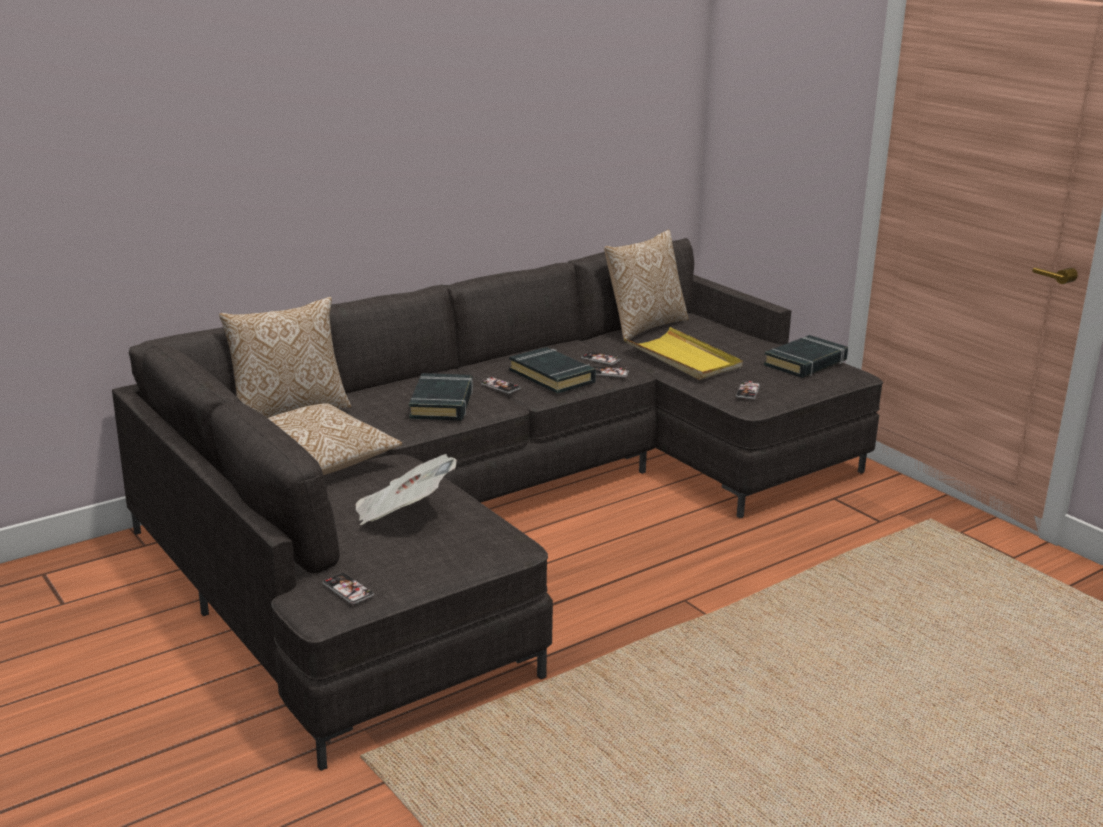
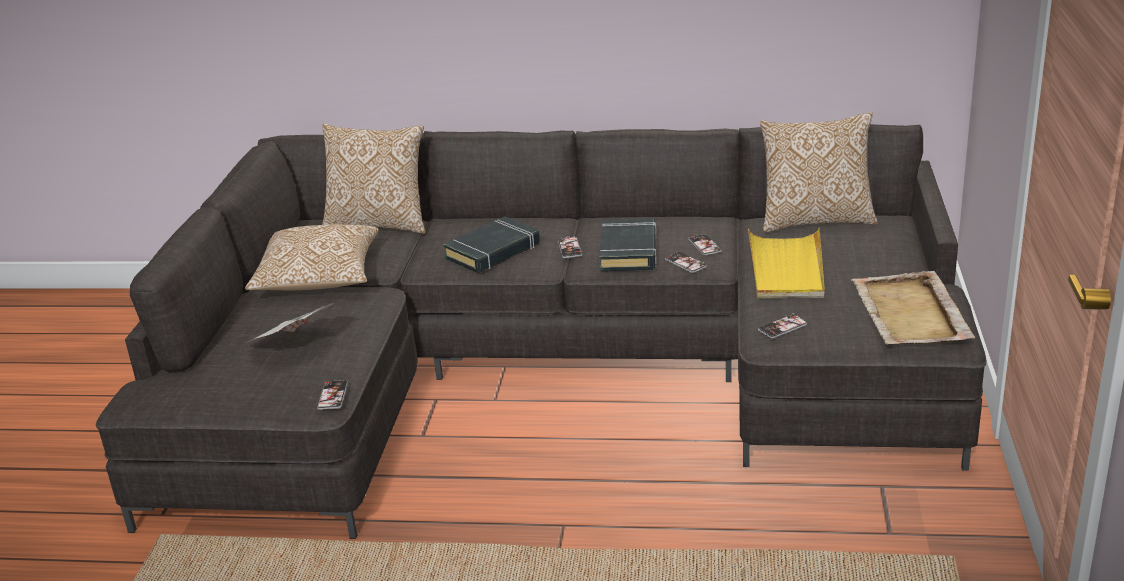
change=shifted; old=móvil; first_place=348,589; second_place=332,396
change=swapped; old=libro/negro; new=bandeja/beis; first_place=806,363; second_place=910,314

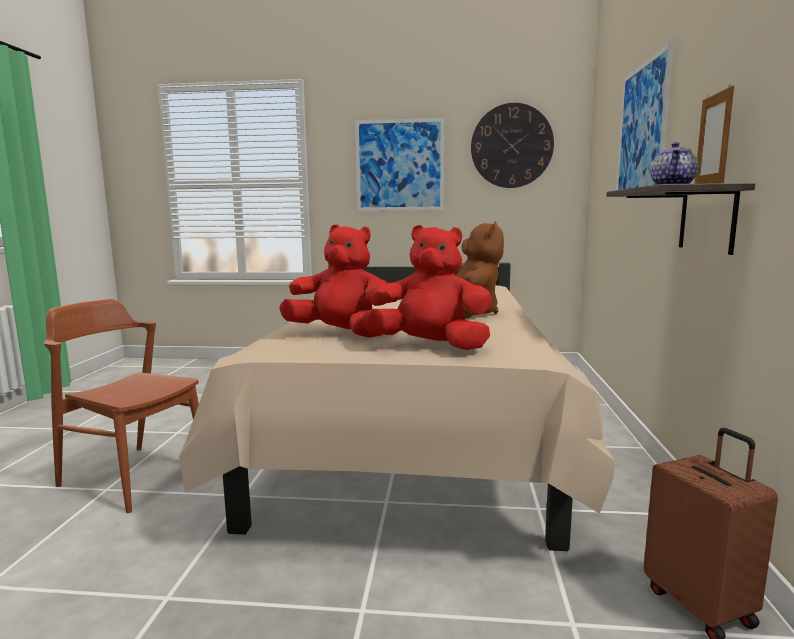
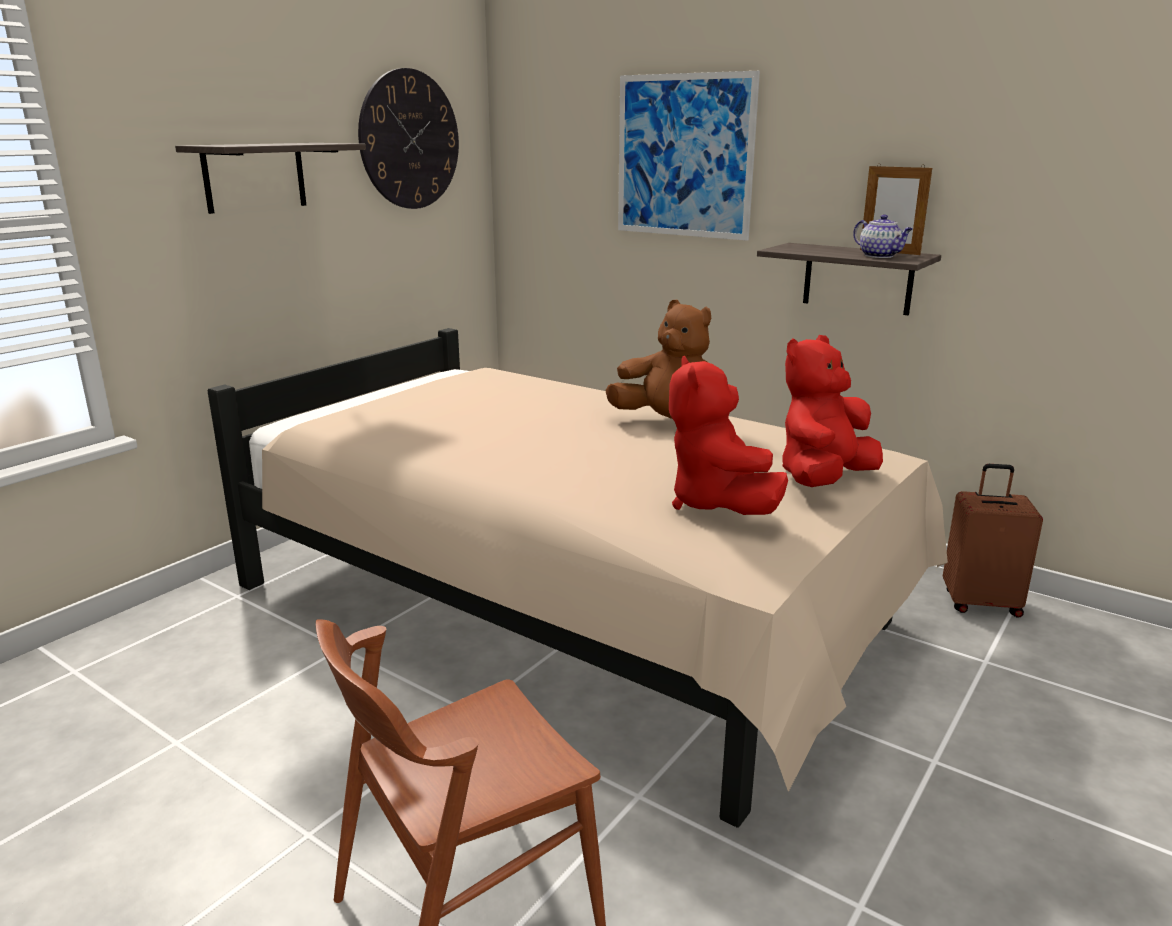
change=swapped; old=cuadro; new=estante; first_place=399,165; second_place=254,177
change=rotated; old=peluche/rojo; first_place=341,334; second_place=717,504; degrees=-60

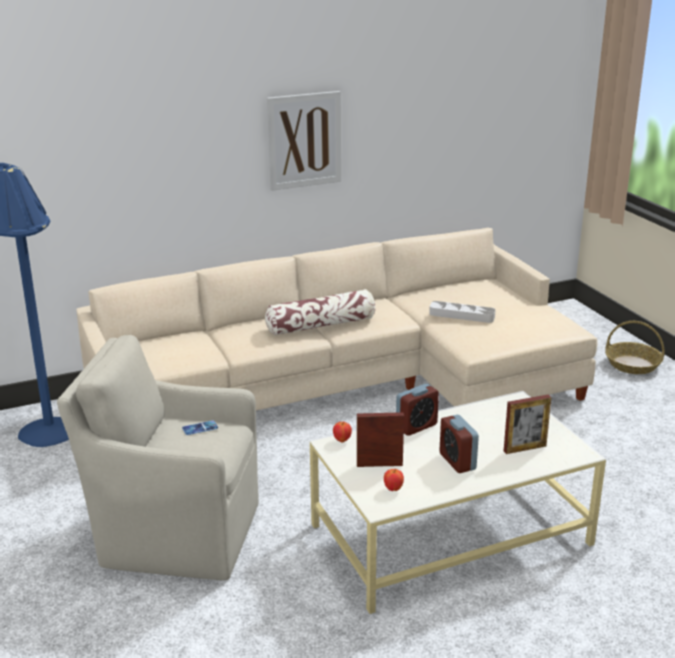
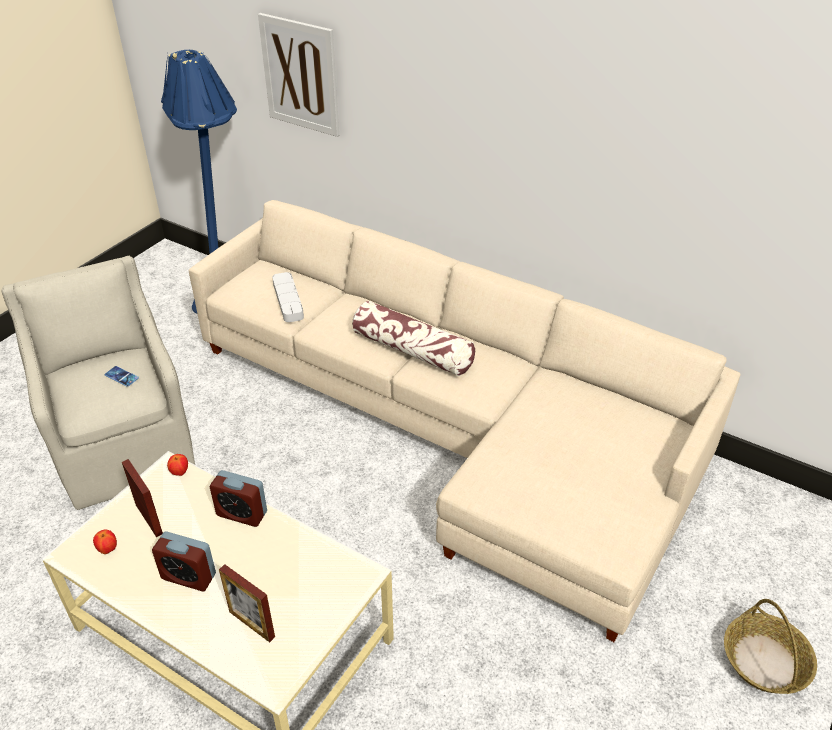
change=shifted; old=cuadro; first_place=304,140; second_place=300,75
change=shifted; old=bandeja/gris; first_place=462,315; second_place=288,300
change=rotated; old=despertador; first_place=457,461; second_place=189,576; degrees=-105

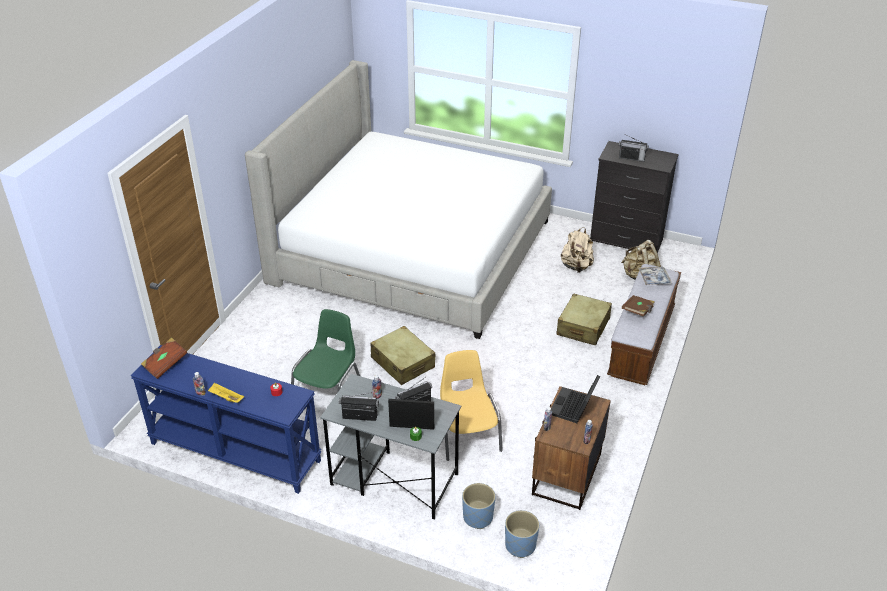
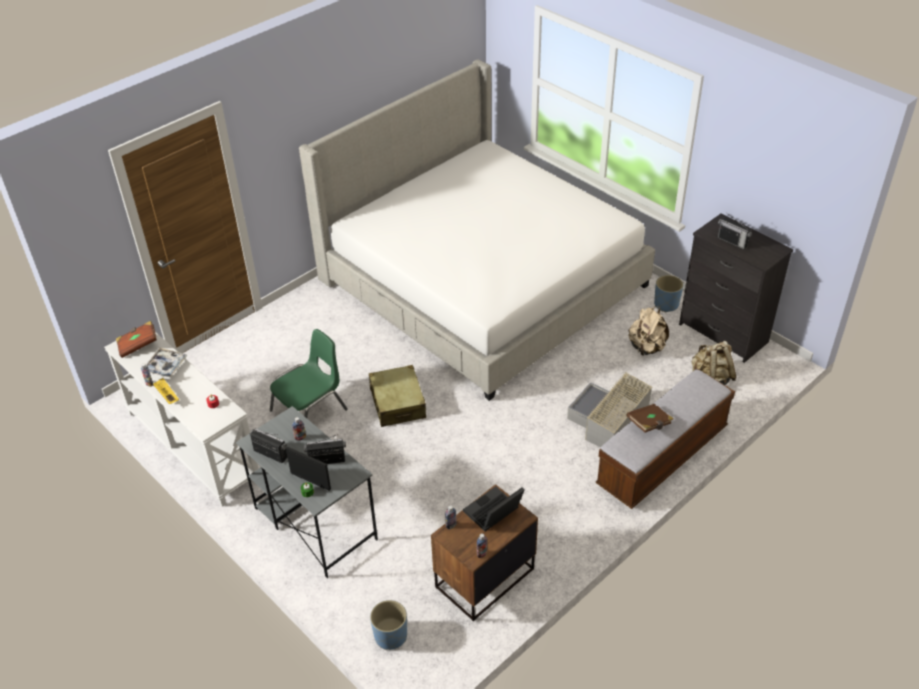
change=gone; old=silla/amarillo; first_place=467,434
change=shifted; old=maceta/azul; first_place=478,517; second_place=666,304
change=shifted; old=bandeja; first_place=654,279; second_place=166,366
change=swapped; old=maleta/beis; new=caja de almacenaje/gris; first_place=583,327; second_place=608,420
change=repainted; old=mesa consola/azul; new=mesa consola/blanco; first_place=234,452; second_place=191,446

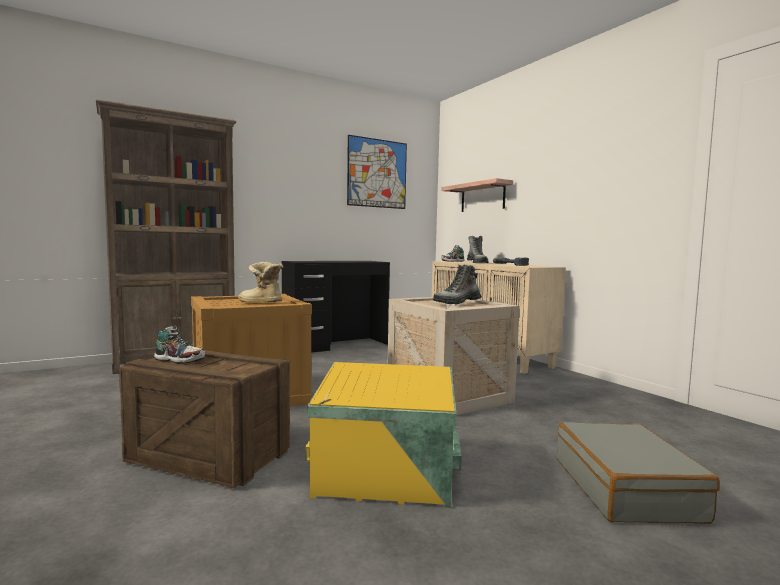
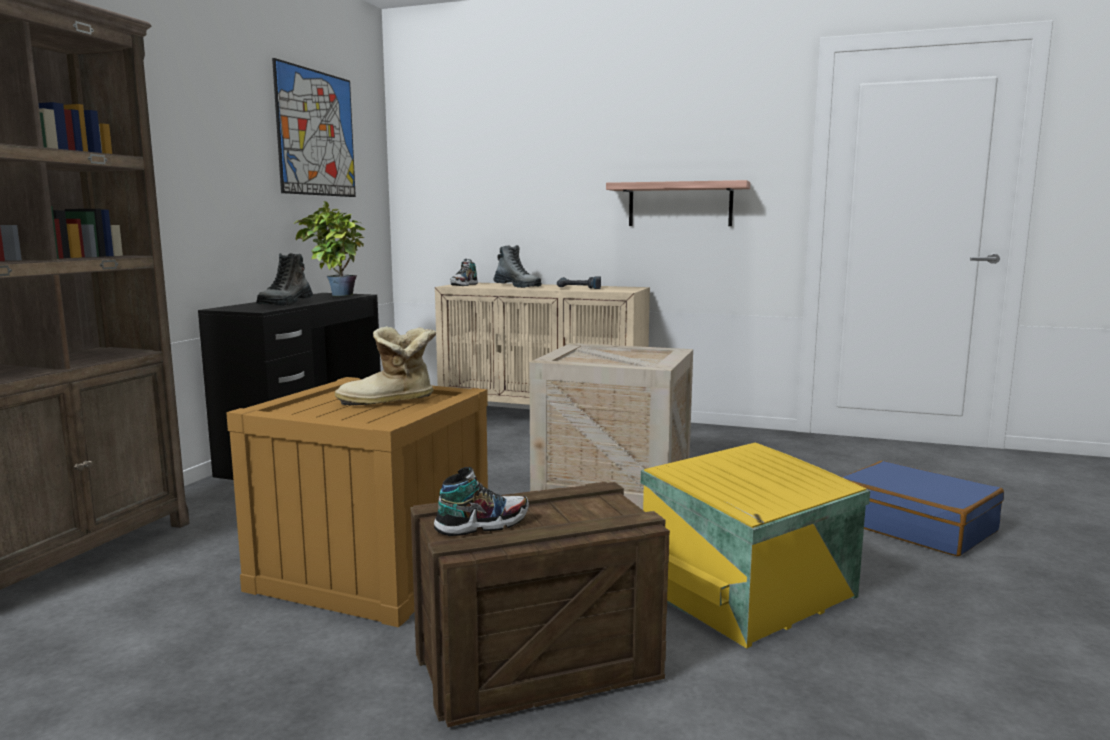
change=new; new=planta en maceta; second_place=336,295
change=shifted; old=bota; first_place=457,302; second_place=286,303
change=shifted; old=estante; first_place=482,197; second_place=680,204
change=repainted; old=maleta/gris; new=maleta/azul; first_place=626,489; second_place=915,526

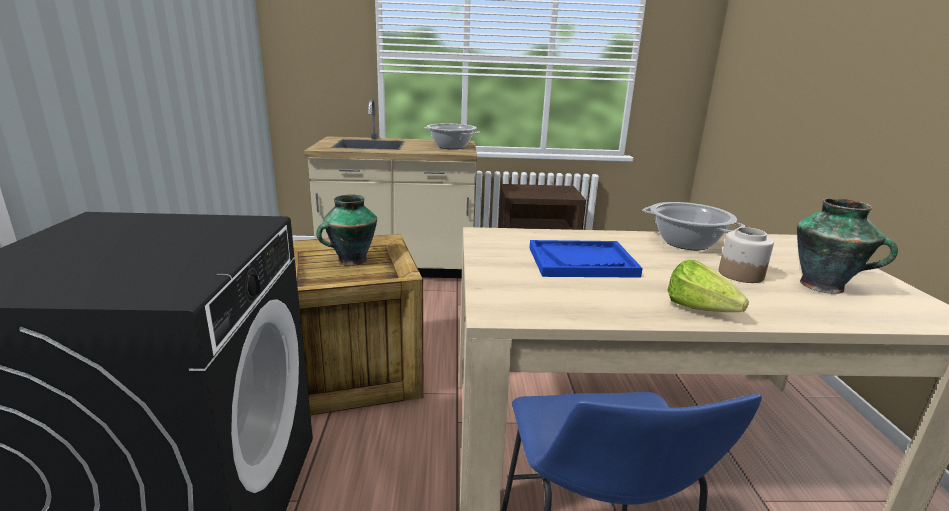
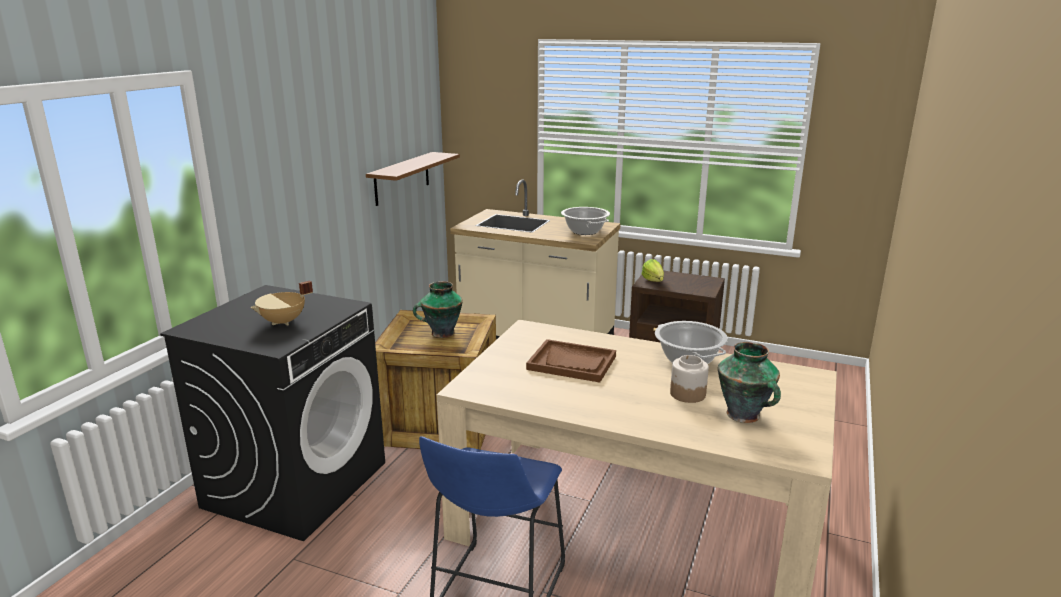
change=new; new=olla/beis; second_place=283,322
change=new; new=estante/marrón; second_place=402,178
change=shifted; old=lechuga; first_place=704,312; second_place=654,282
change=repainted; old=bandeja/azul; new=bandeja/marrón; first_place=582,262; second_place=572,363

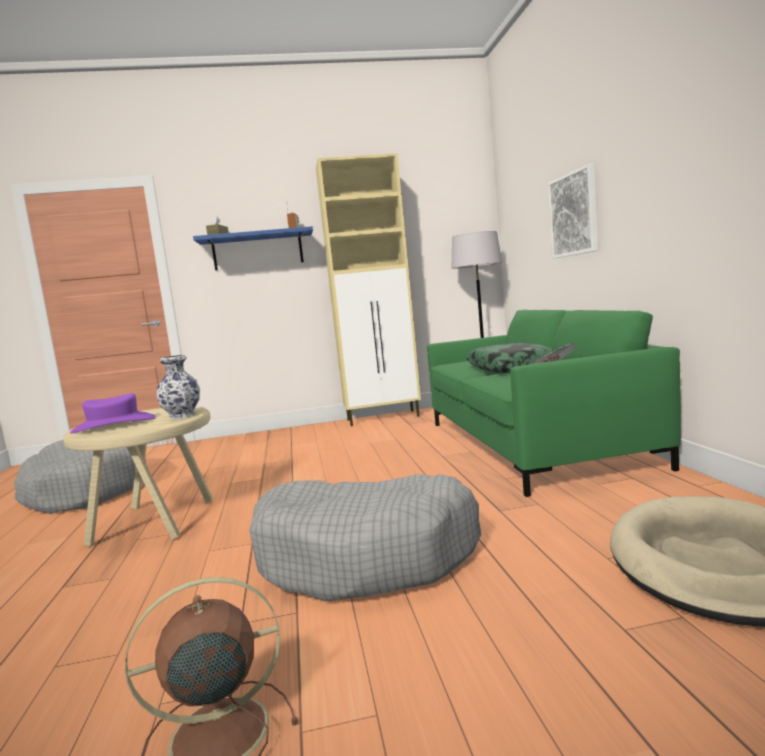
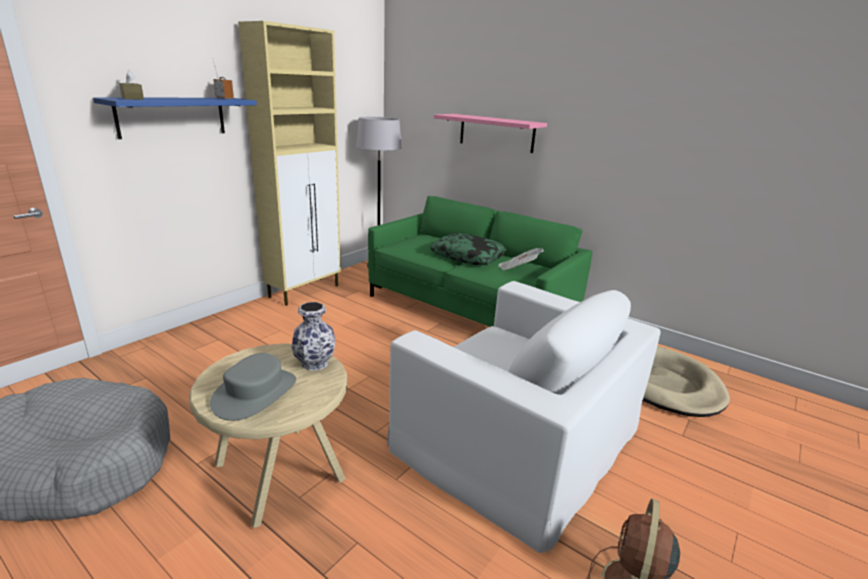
change=swapped; old=cama para perro/gris; new=sillón/blanco; first_place=367,556; second_place=517,438
change=swapped; old=cuadro; new=estante/rosa; first_place=574,214; second_place=496,133
change=repainted; old=sombrero/morado; new=sombrero/gris; first_place=114,425; second_place=255,393

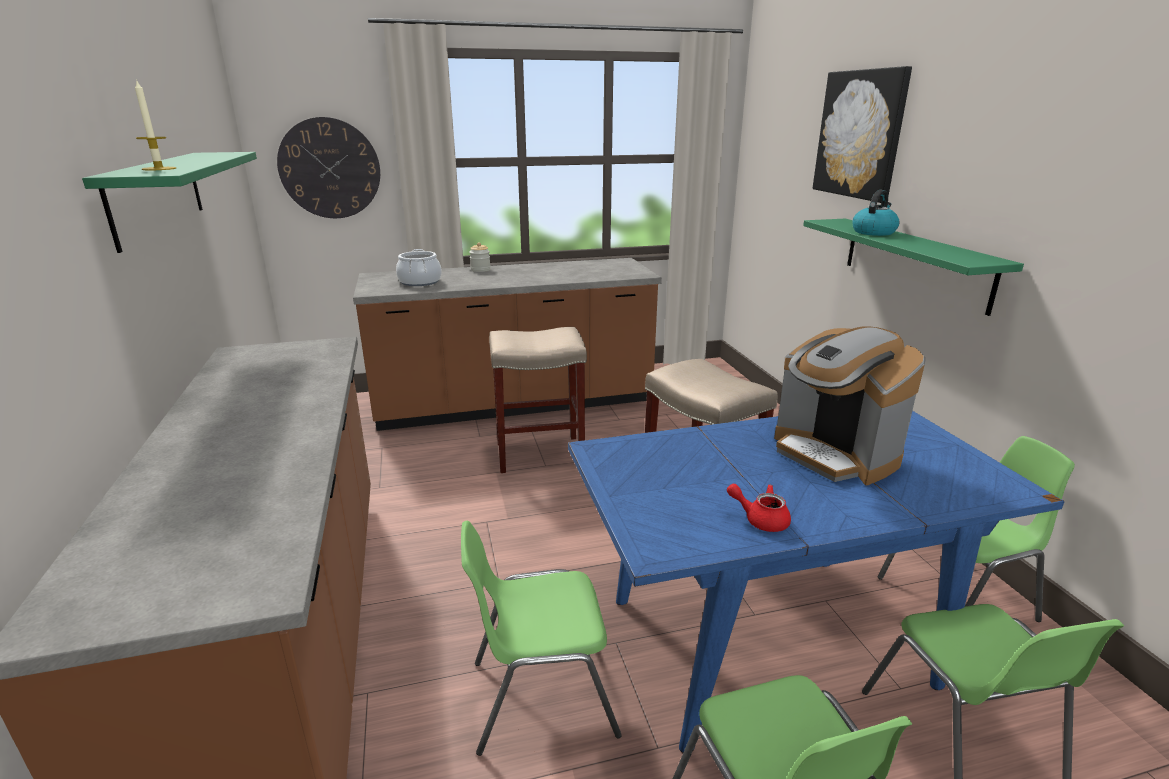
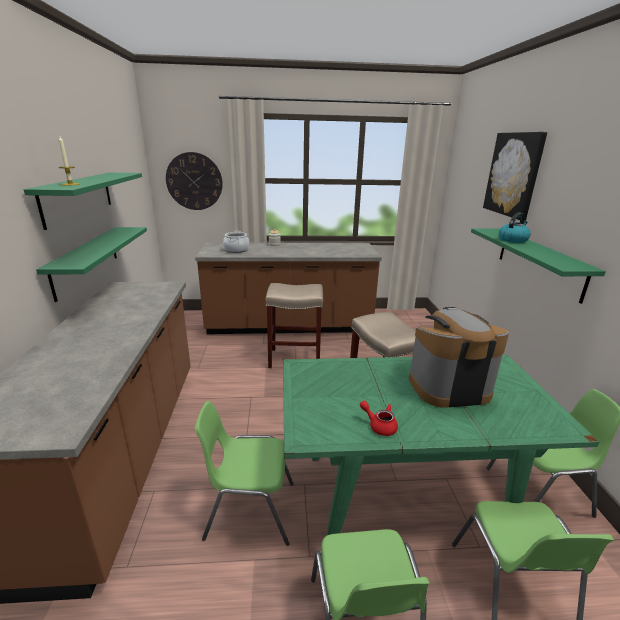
change=new; new=estante/verde; second_place=86,260
change=repainted; old=mesa de comedor/azul; new=mesa de comedor/verde; first_place=769,640; second_place=401,498
change=rotated; old=cafetera; first_place=834,454; second_place=448,387; degrees=105

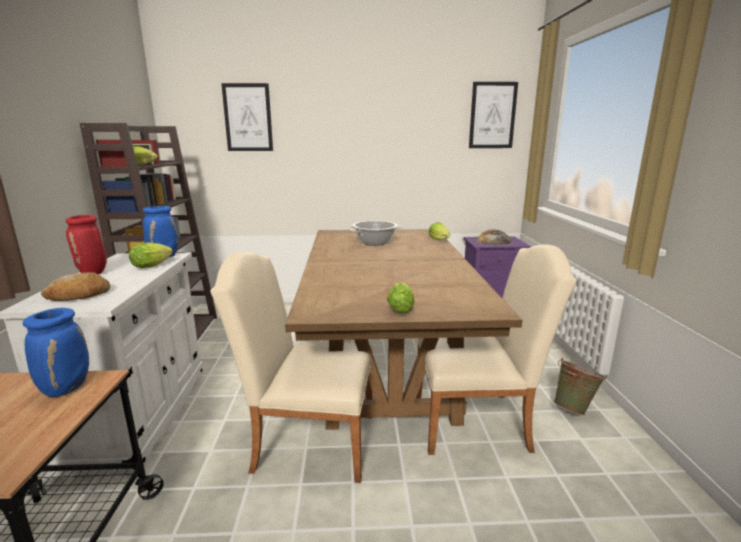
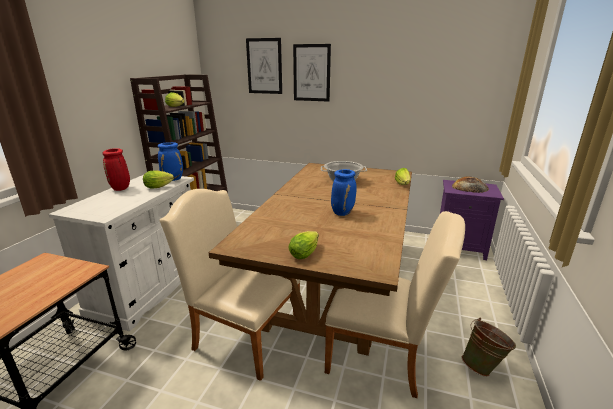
change=gone; old=pan; first_place=79,295
change=shifted; old=florero/azul; first_place=66,388; second_place=342,212
change=shifted; old=cuadro; first_place=492,115; second_place=311,73

